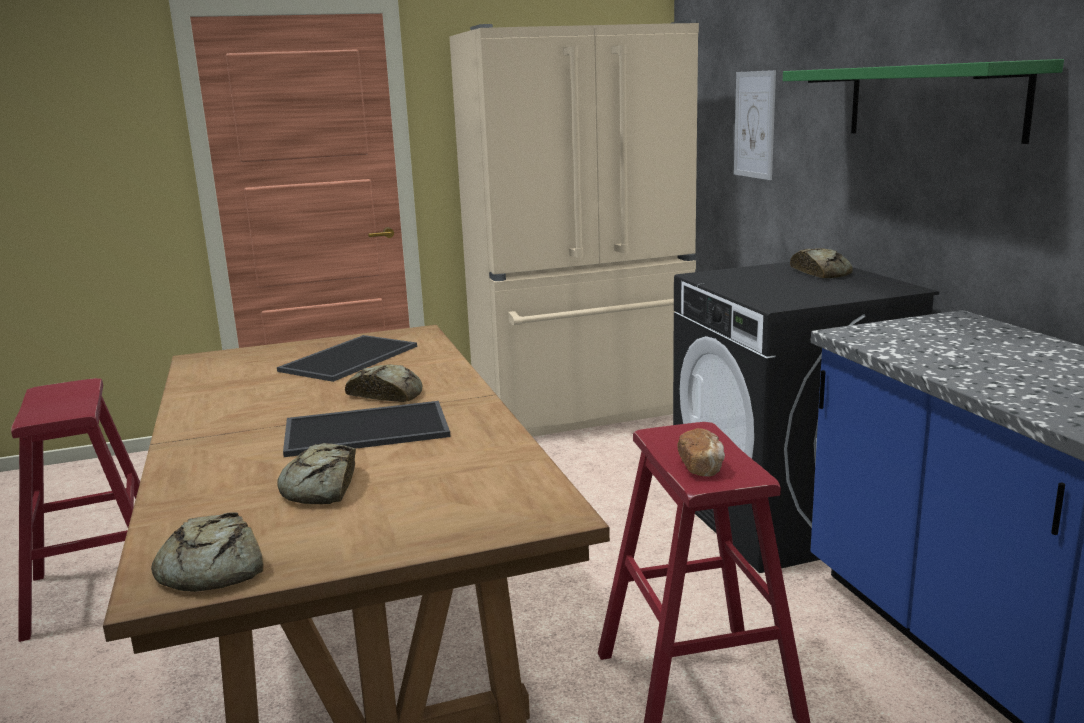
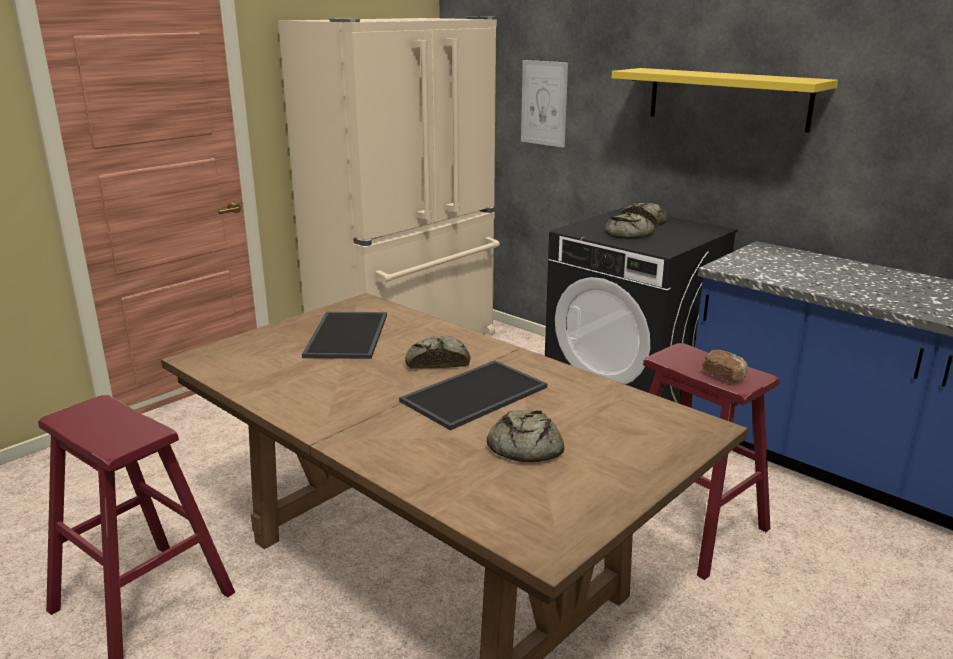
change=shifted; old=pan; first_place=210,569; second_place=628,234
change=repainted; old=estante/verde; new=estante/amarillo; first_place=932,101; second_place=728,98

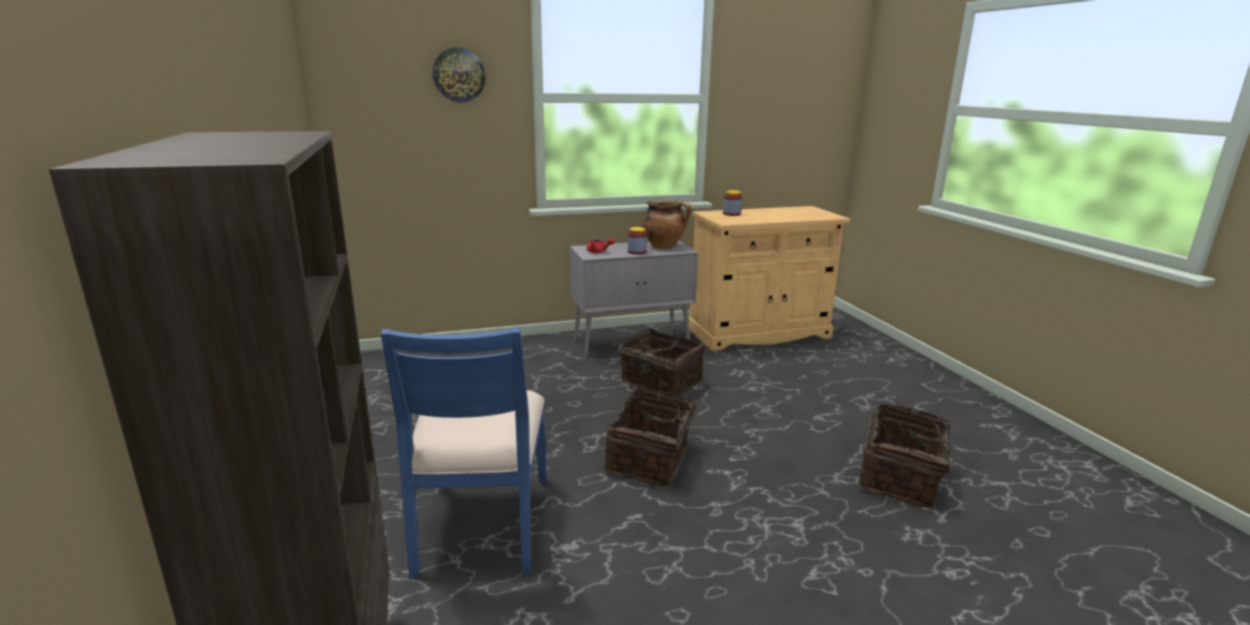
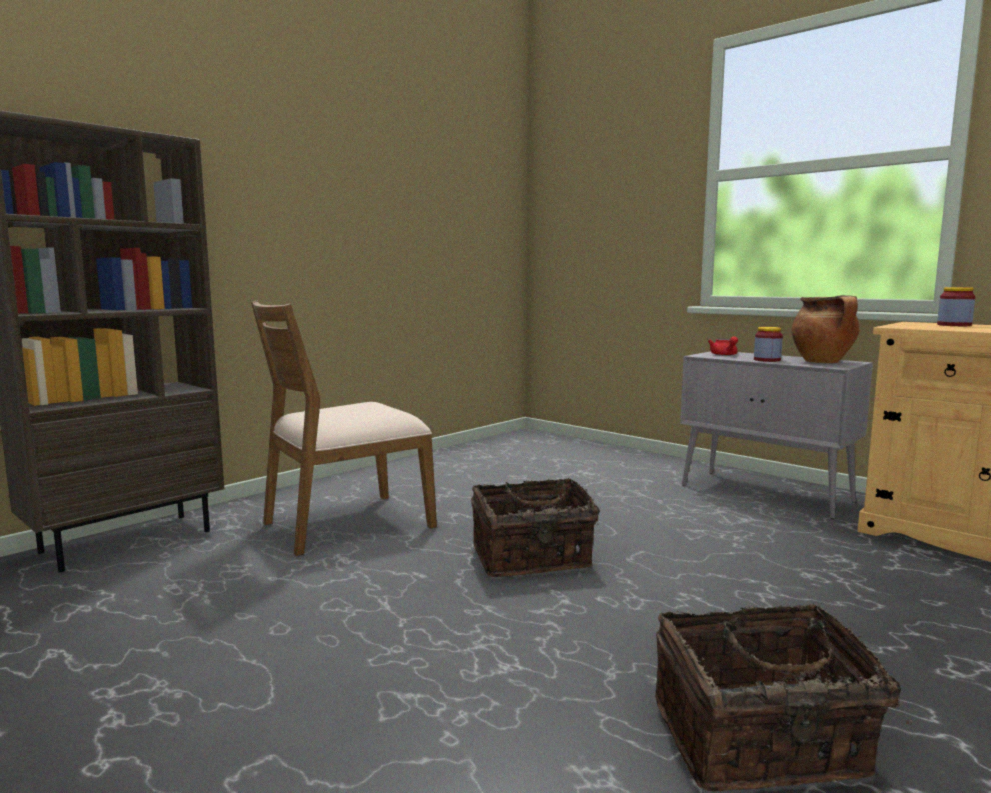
change=gone; old=reloj de pared; first_place=459,75
change=gone; old=cesta; first_place=660,382
change=repainted; old=silla/azul; new=silla/marrón; first_place=481,524; second_place=346,524

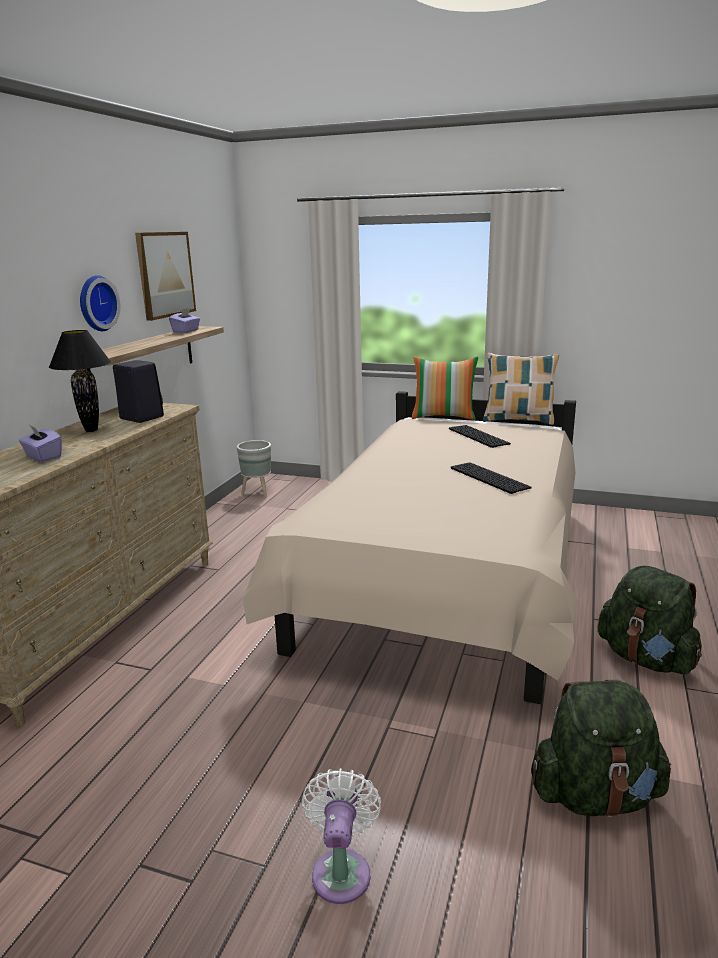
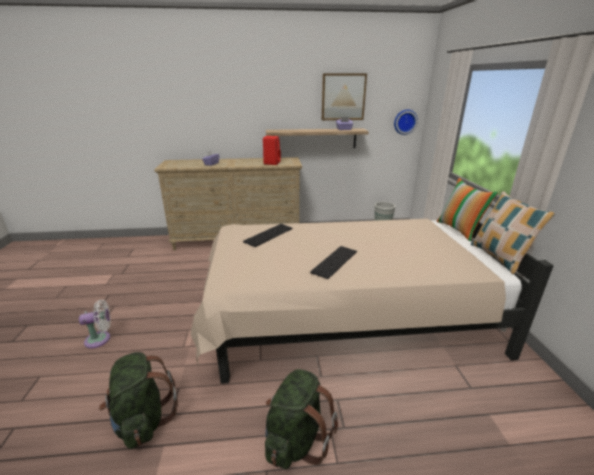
change=gone; old=lámpara de mesa/negro; first_place=90,430
change=shifted; old=reloj de pared; first_place=95,303; second_place=404,122
change=shifted; old=teclado; first_place=476,436; second_place=268,234
change=repainted; old=altavoz/negro; new=altavoz/rojo; first_place=140,417; second_place=272,163

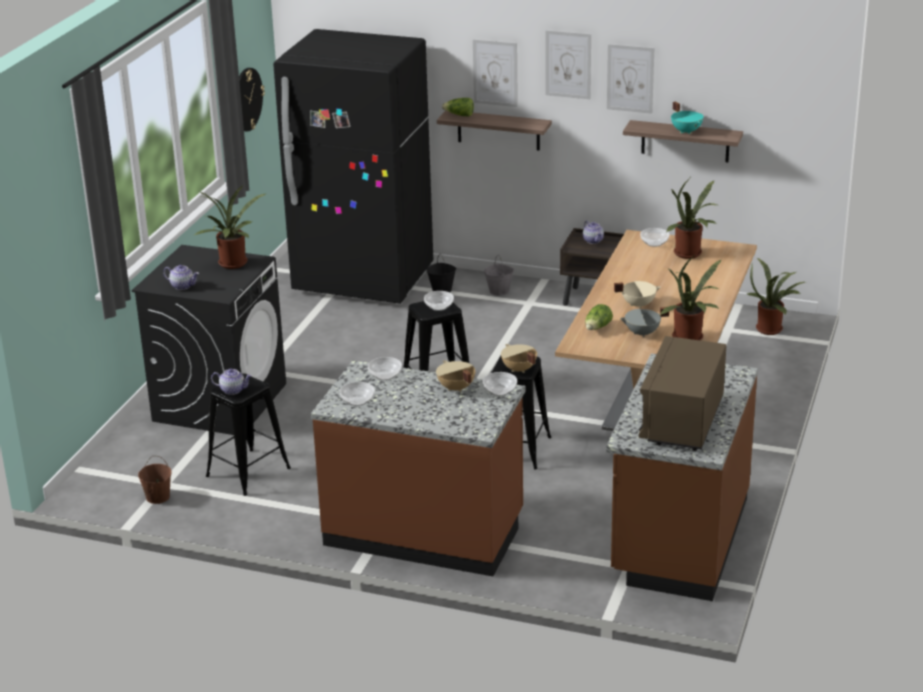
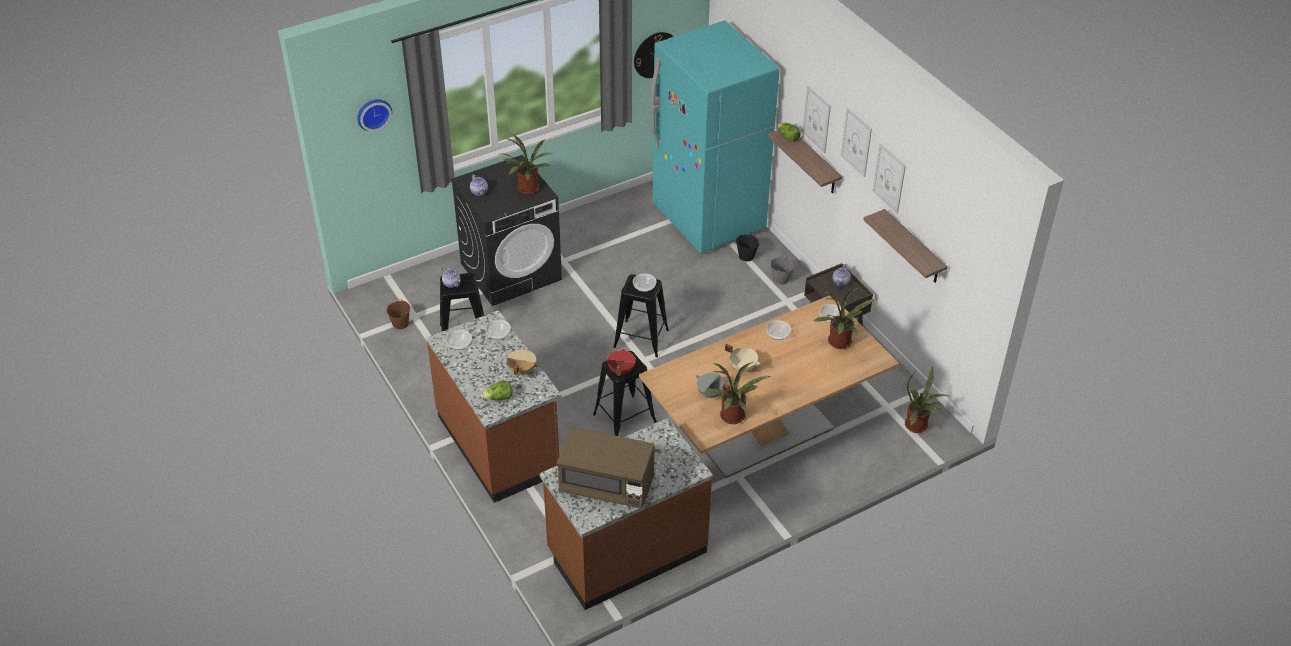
change=gone; old=olla/turquesa; first_place=686,131
change=new; new=reloj de pared; second_place=373,113
change=shifted; old=cuenco; first_place=500,391; second_place=778,335
change=shifted; old=lechuga; first_place=597,328; second_place=498,398
change=repainted; old=nevera/negro; new=nevera/turquesa; first_place=363,281; second_place=708,219
change=repainted; old=olla/beis; new=olla/rojo; first_place=518,369; second_place=620,370
change=rotated; old=microondas/marrón; first_place=682,421; second_place=606,485; degrees=-135

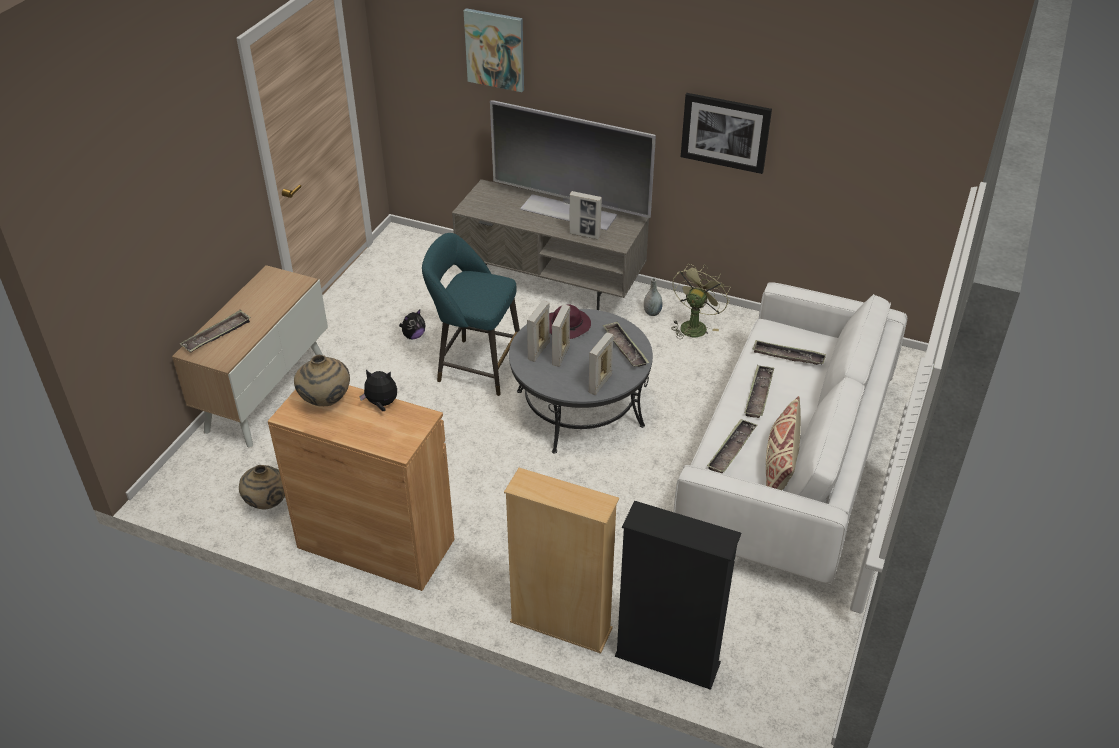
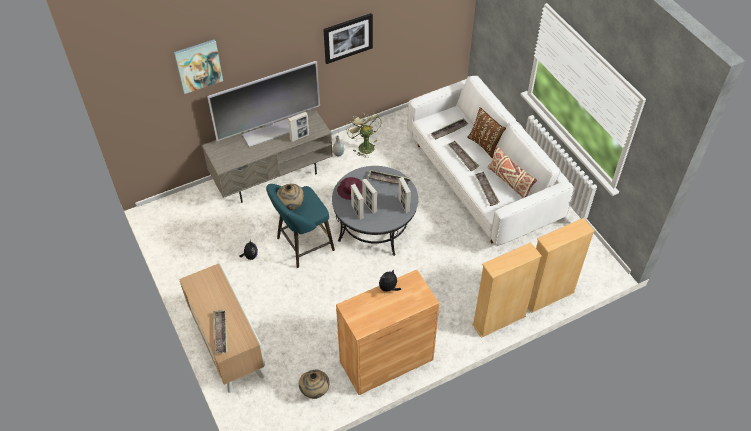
change=new; new=cojín/marrón; second_place=484,144
change=shifted; old=florero/beis; first_place=326,402; second_place=290,207
change=repainted; old=estantería/negro; new=estantería/beis; first_place=667,660; second_place=548,296

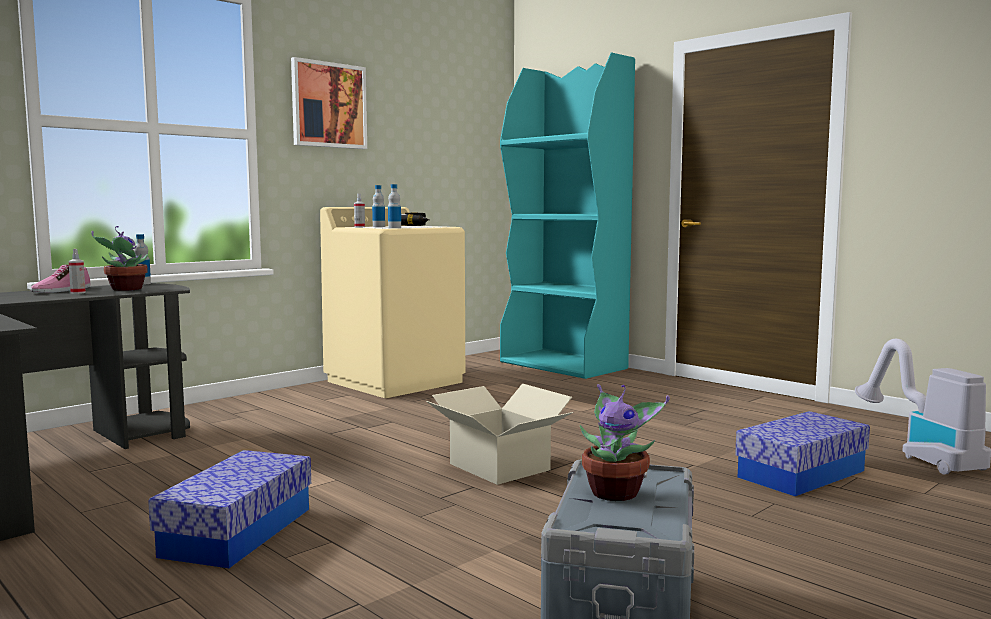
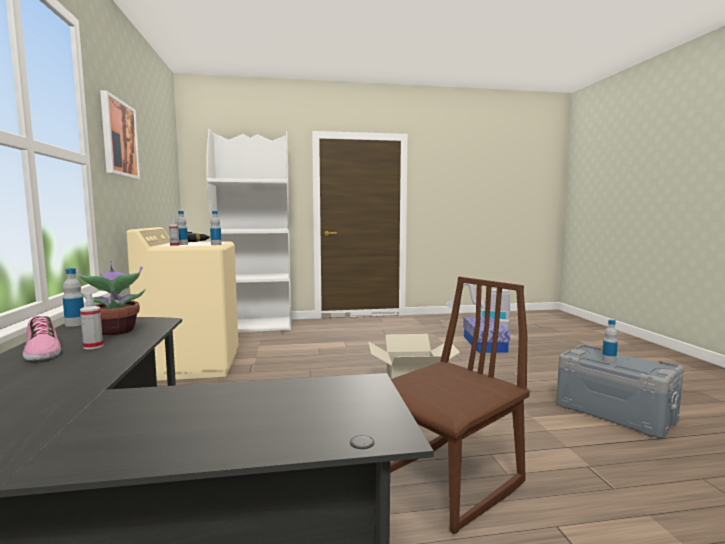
change=swapped; old=caja de almacenaje; new=silla/marrón; first_place=238,532; second_place=450,482
change=swapped; old=planta en maceta; new=botella; first_place=617,492; second_place=608,360
change=repainted; old=estantería/turquesa; new=estantería/blanco; first_place=564,365; second_place=255,326

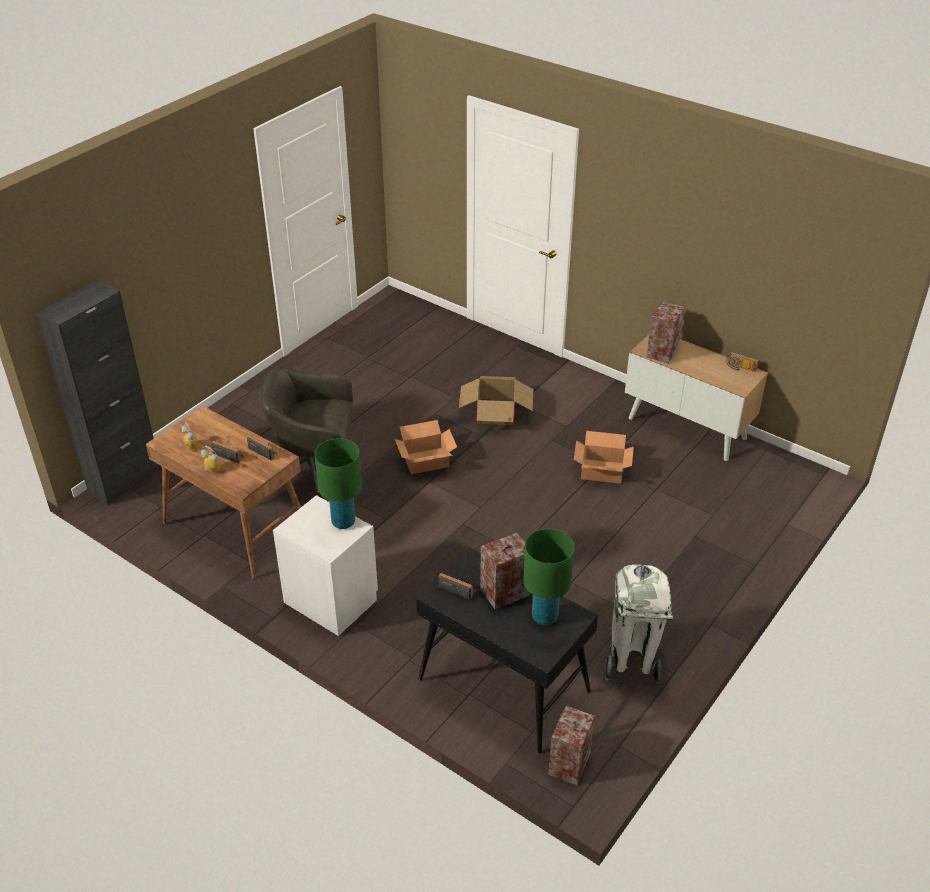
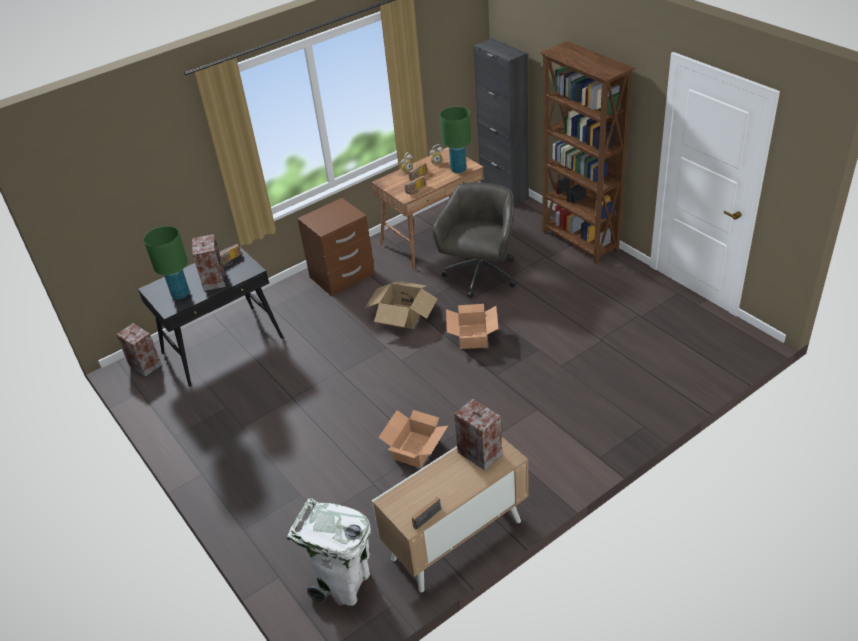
change=new; new=estantería/marrón; second_place=579,242
change=shifted; old=lámpara de mesa/verde; first_place=343,522; second_place=458,169
change=shifted; old=caja de cartón; first_place=496,413; second_place=402,316
change=shifted; old=papelera/blanco; first_place=632,660; second_place=344,584
change=repainted; old=mesita de noche/blanco; new=mesita de noche/marrón; first_place=331,600; second_place=342,276

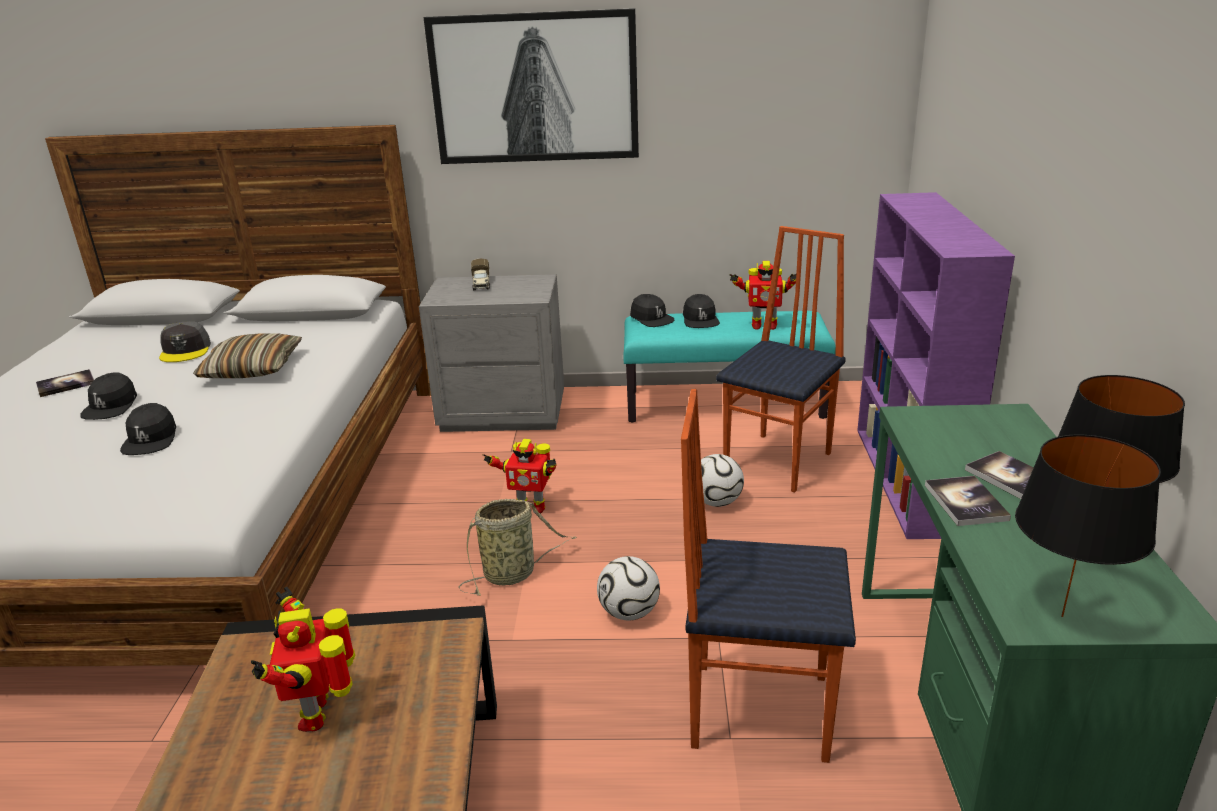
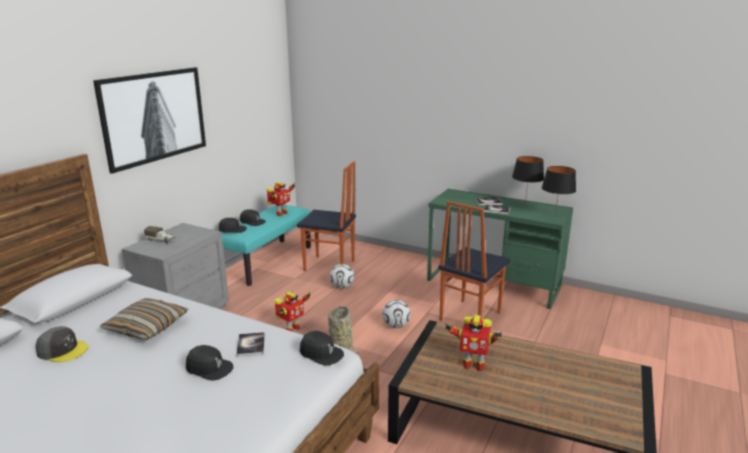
change=gone; old=estantería/morado; first_place=907,480
change=shifted; old=libro; first_place=66,384; second_place=251,345
change=shifted; old=gorra/negro; first_place=111,406; second_place=321,353
change=rotated; old=silla; first_place=780,462; second_place=329,266; degrees=135

